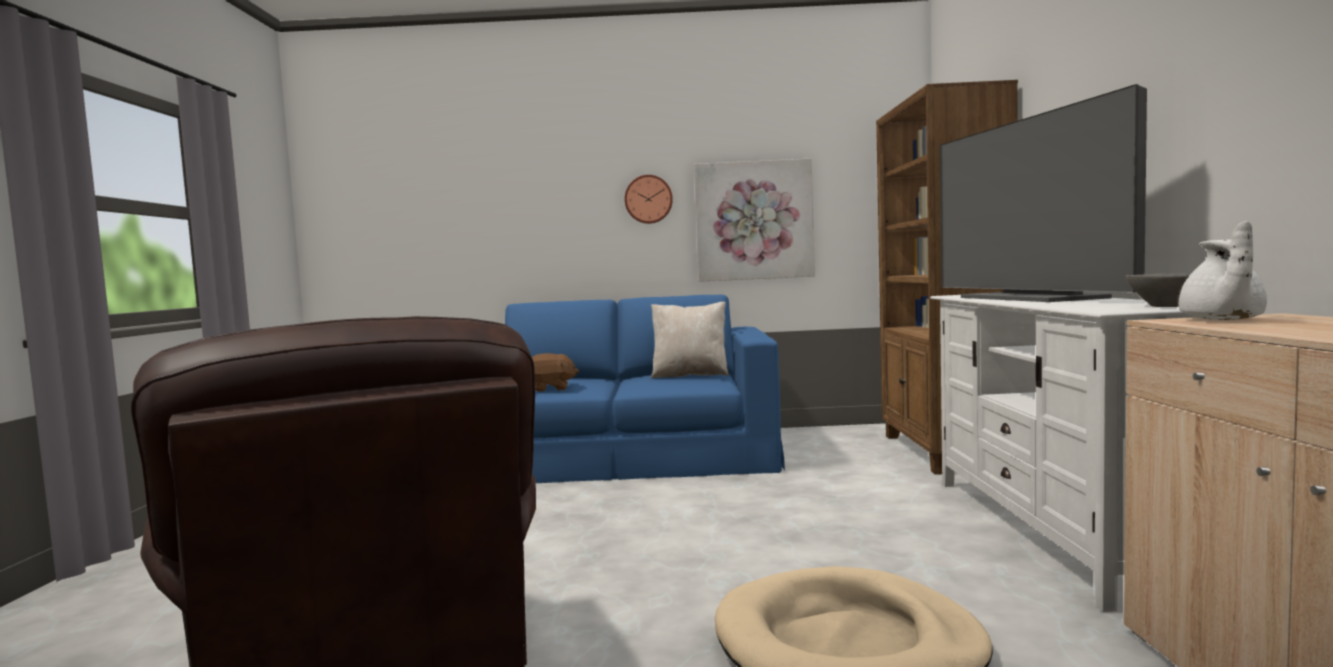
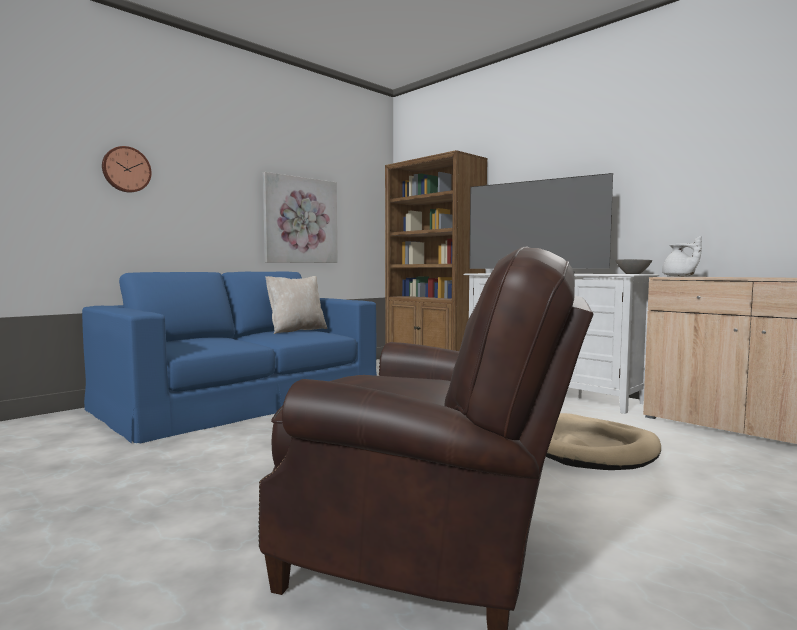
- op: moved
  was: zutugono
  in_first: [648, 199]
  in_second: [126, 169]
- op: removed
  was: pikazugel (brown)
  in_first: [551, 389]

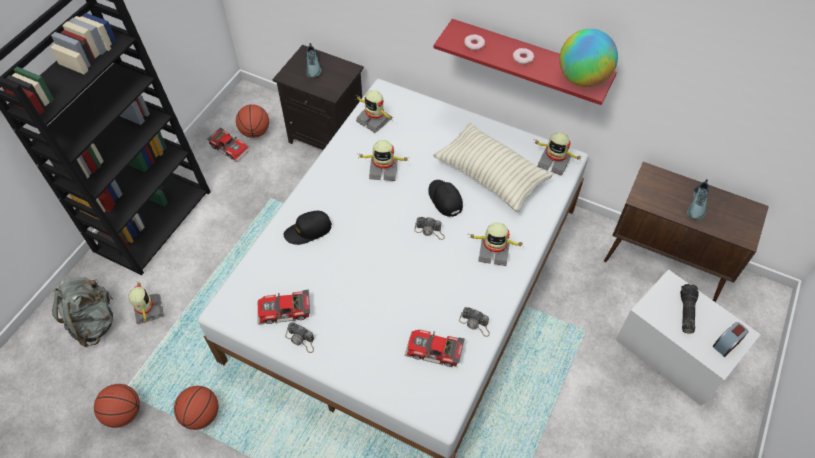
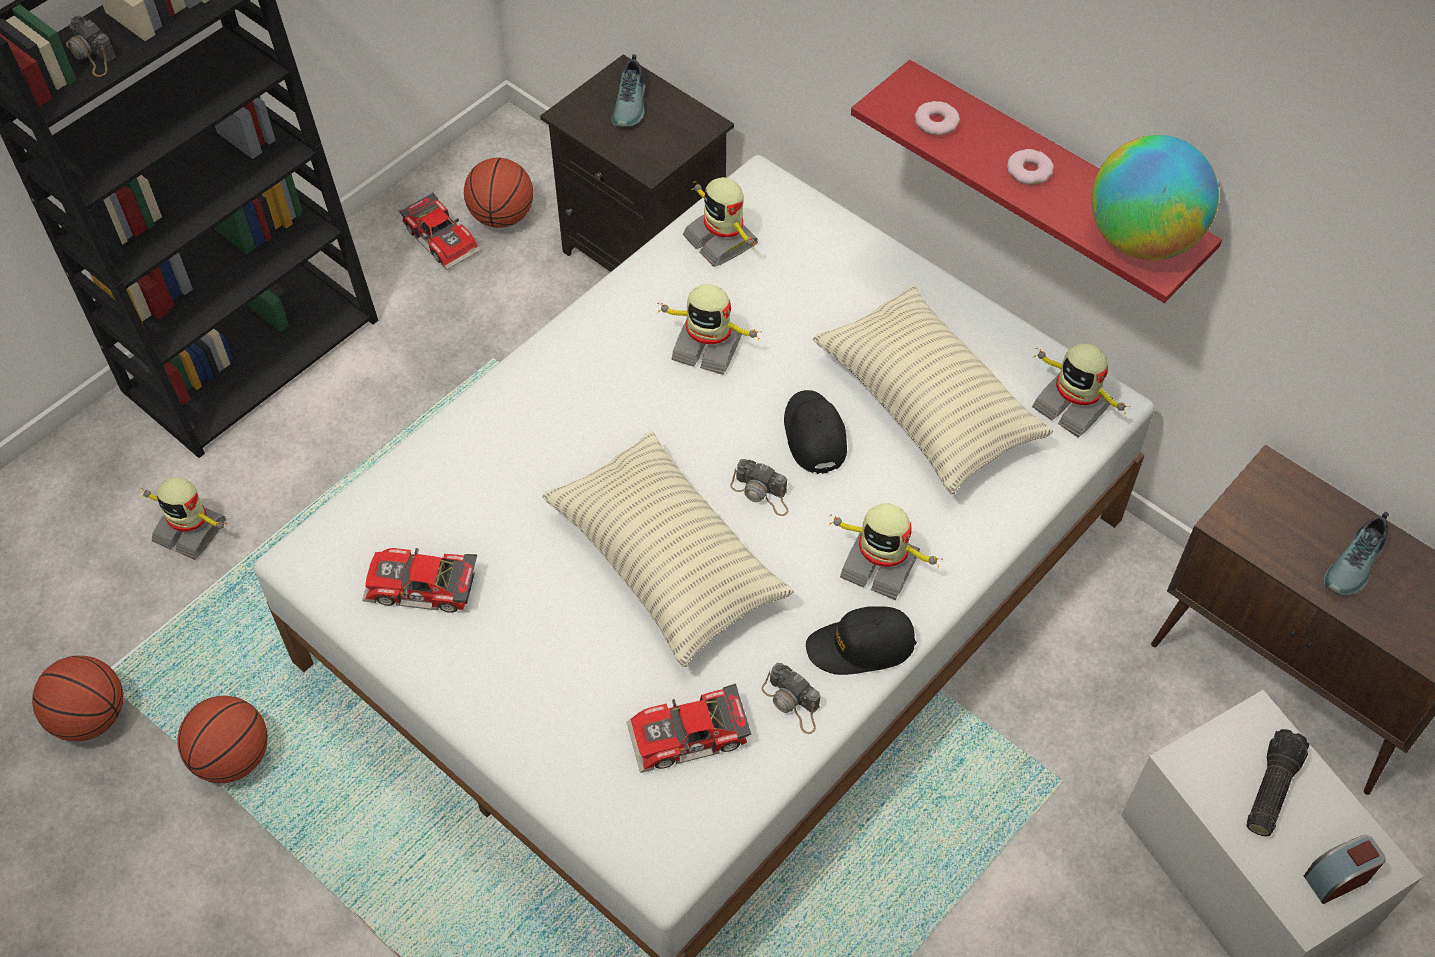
- op: moved
  was: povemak
  in_first: [301, 340]
  in_second: [91, 54]
- op: turned
  was: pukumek
  in_first: [147, 310]
  in_second: [191, 530]
  clockwise: 120
- op: added
  now: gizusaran
  in_second: [666, 563]
- op: turned
  was: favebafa
  in_first: [433, 352]
  in_second: [689, 738]
  clockwise: -45
- op: moved
  was: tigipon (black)
  in_first: [308, 230]
  in_second: [861, 646]
- op: removed
  was: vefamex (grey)
  in_first: [94, 322]

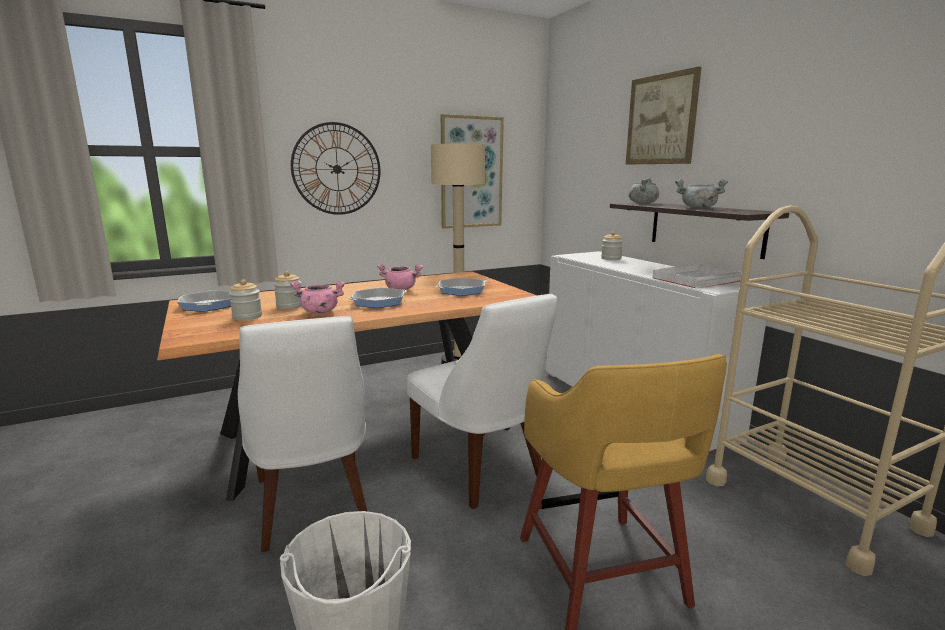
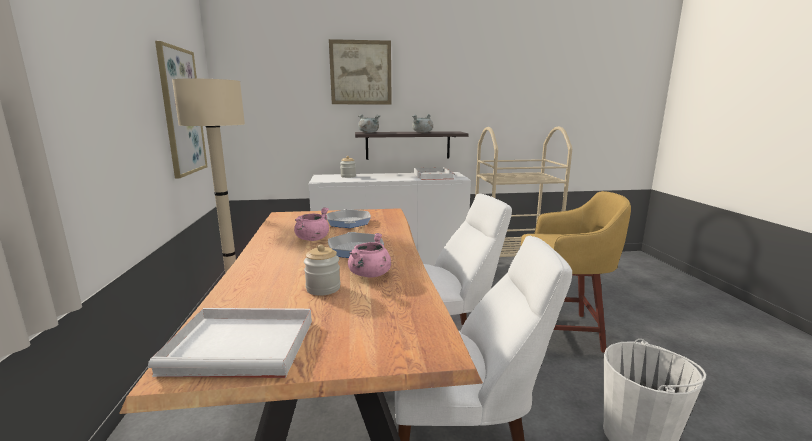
- op: replaced
  was: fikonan
  now: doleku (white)
  in_first: [209, 305]
  in_second: [244, 345]
- op: removed
  was: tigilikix
  in_first: [247, 317]
- op: removed
  was: zutugono
  in_first: [337, 169]

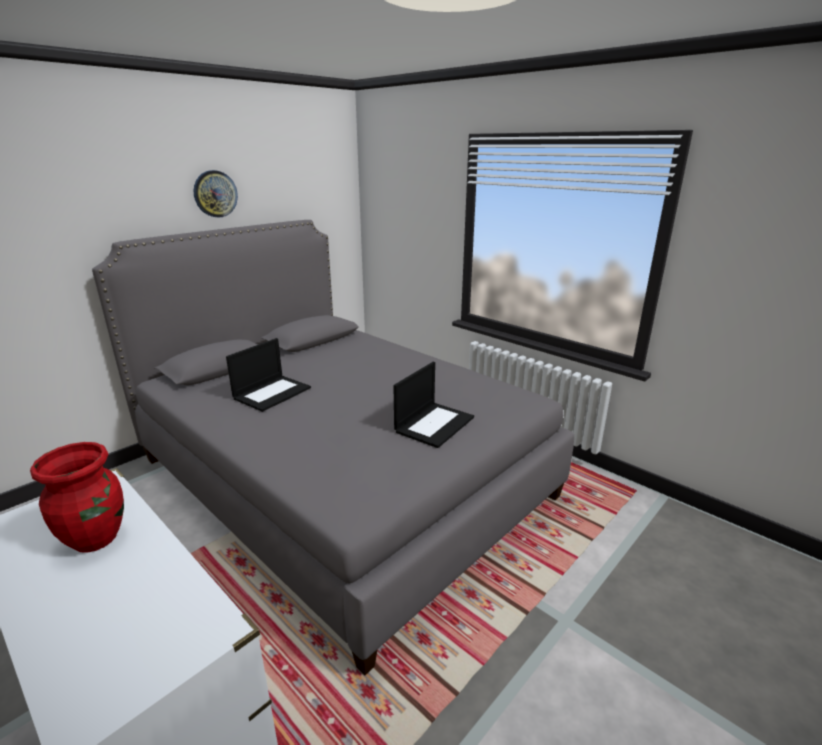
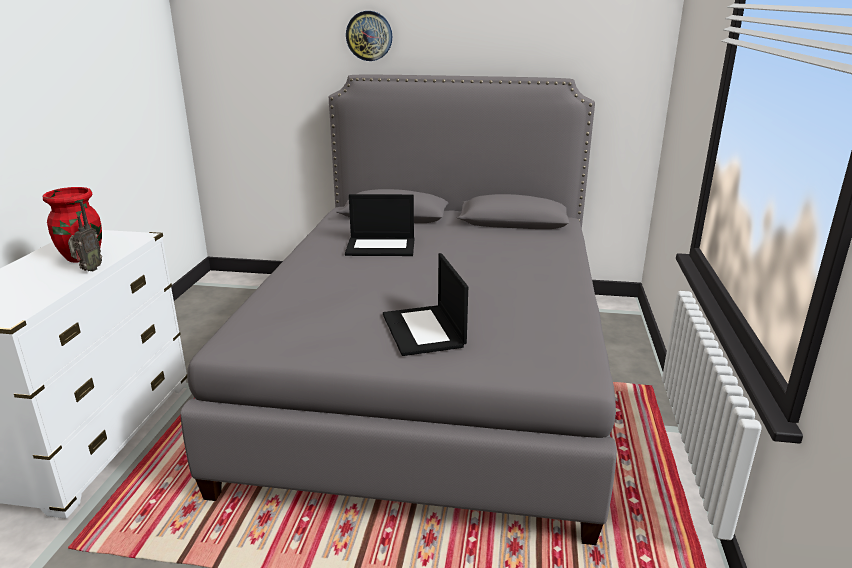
- op: added
  now: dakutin
  in_second: [89, 270]
- op: moved
  was: zutugono
  in_first: [215, 194]
  in_second: [369, 36]
- op: turned
  was: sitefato
  in_first: [434, 424]
  in_second: [424, 330]
  clockwise: 75

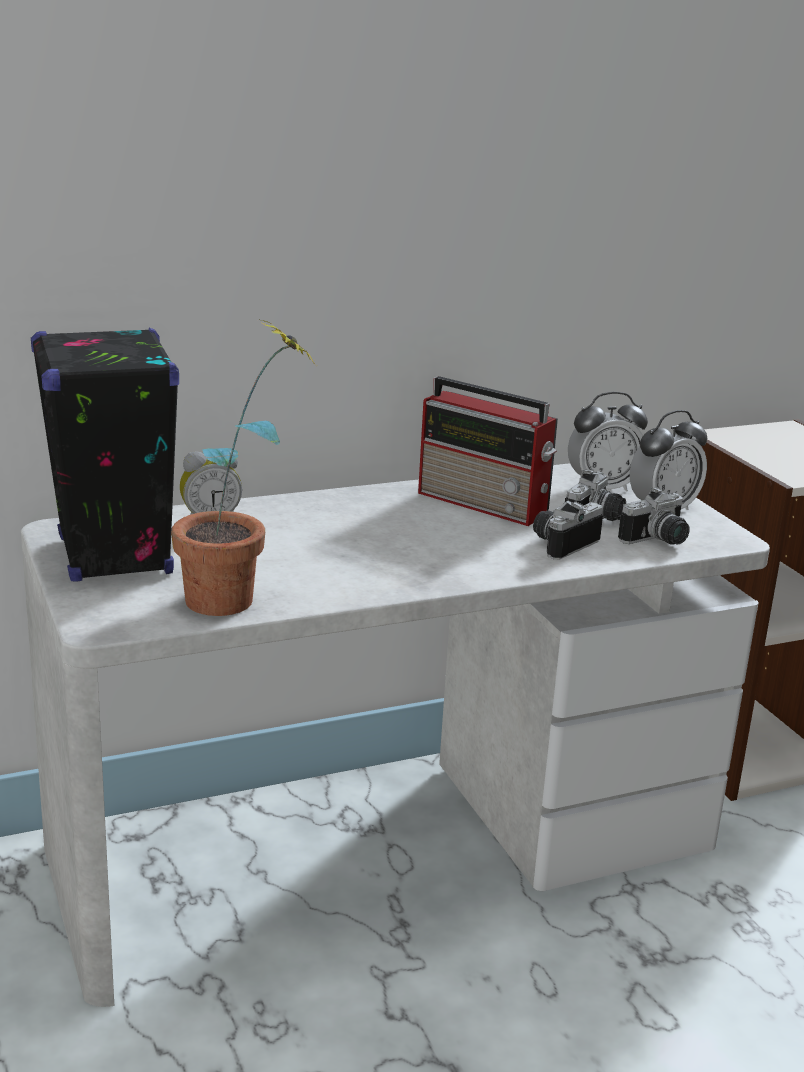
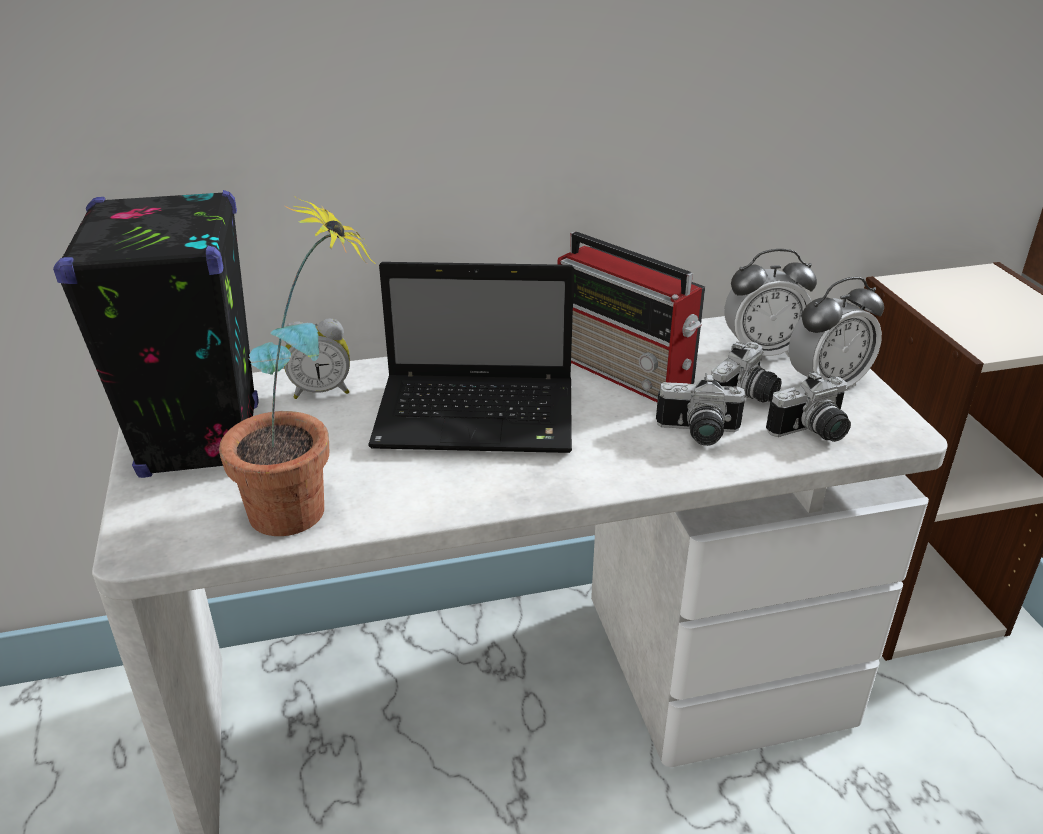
- op: added
  now: sitefato
  in_second: [480, 416]
- op: turned
  was: povemak
  in_first: [561, 543]
  in_second: [698, 434]
  clockwise: -135

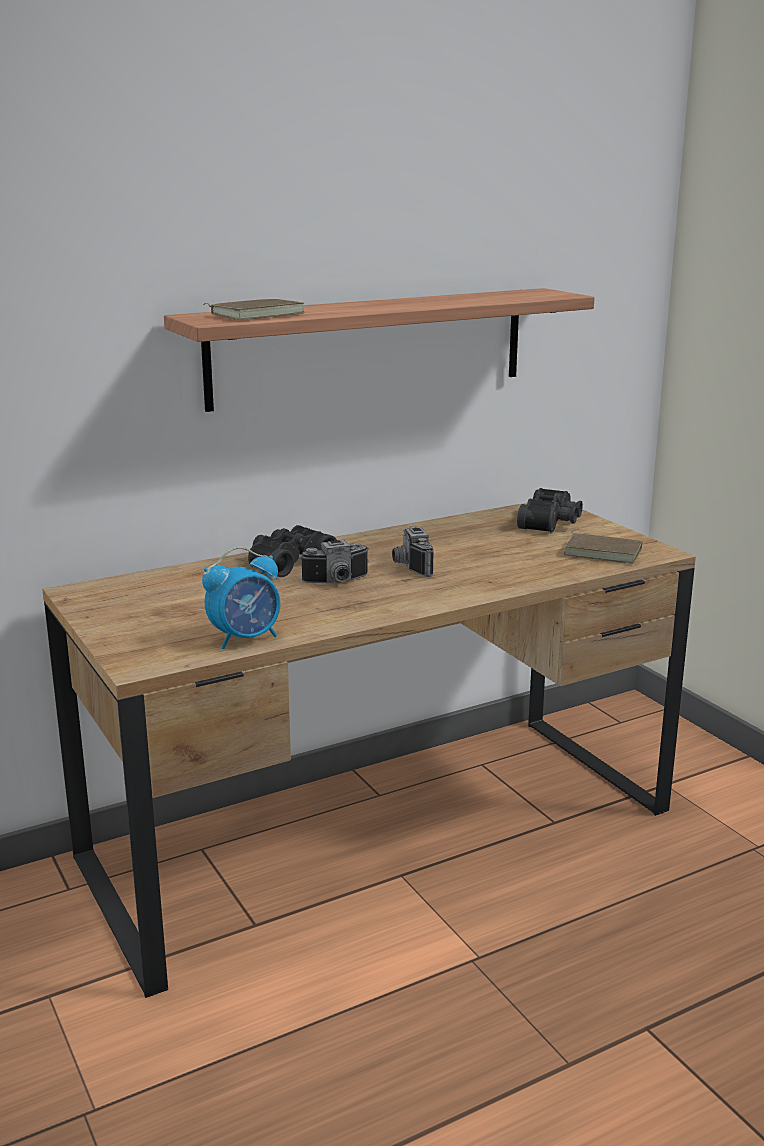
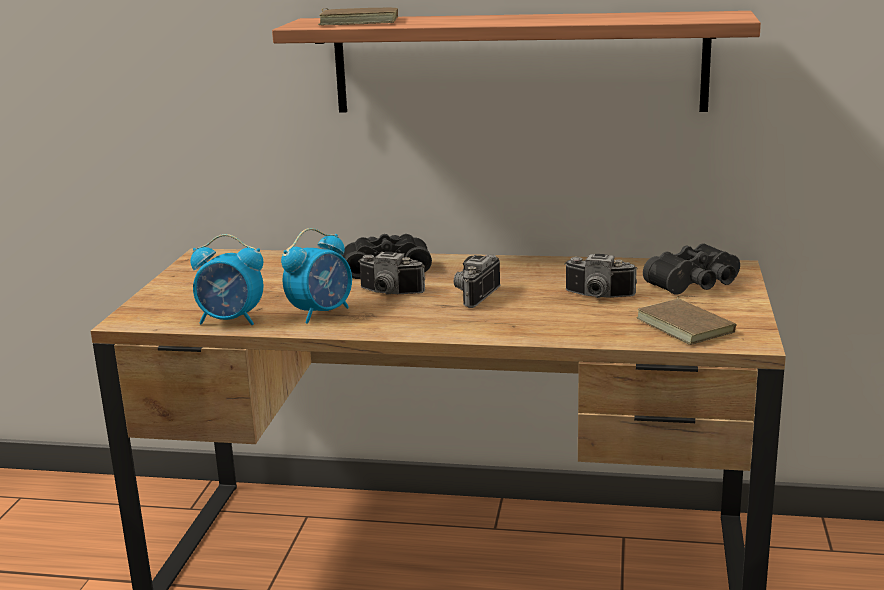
- op: added
  now: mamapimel
  in_second: [321, 313]
- op: added
  now: povemak
  in_second: [598, 296]

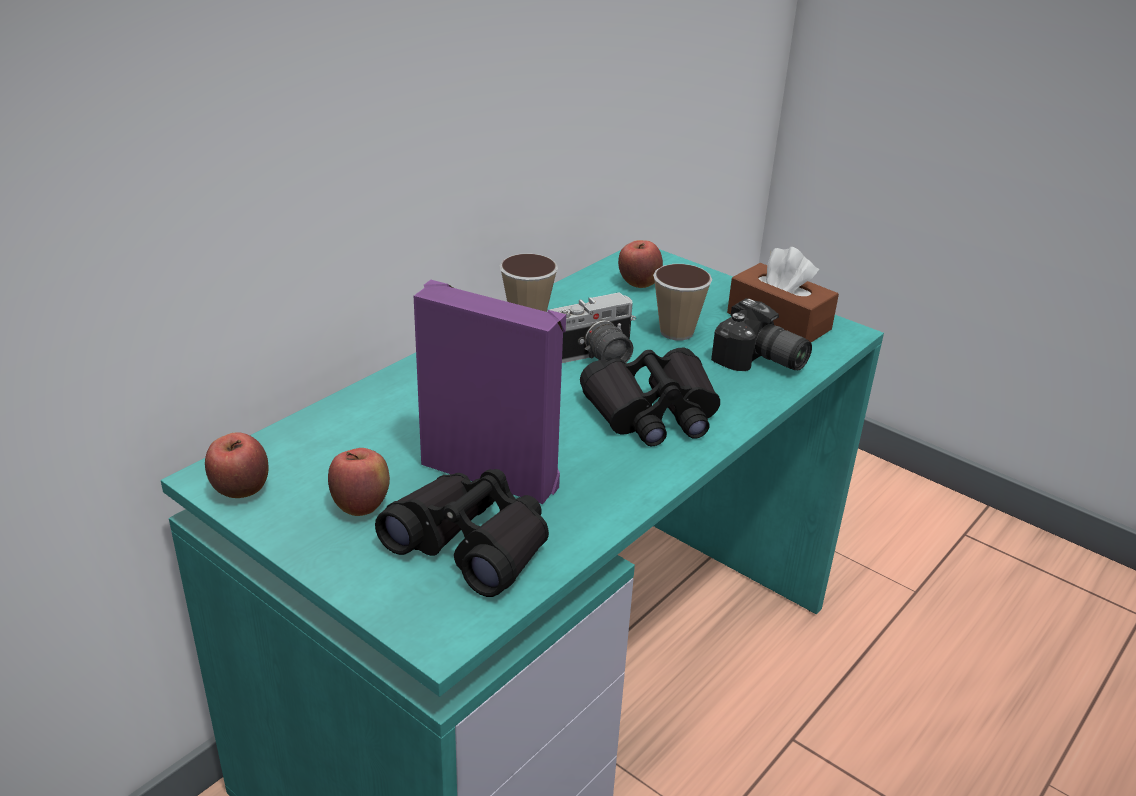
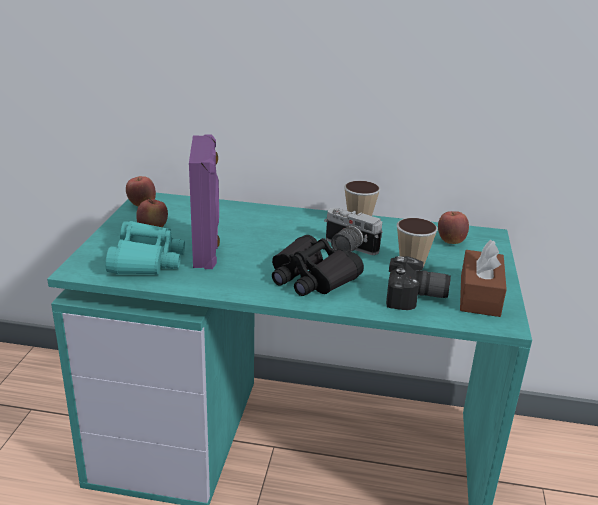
- op: recoloured
  was: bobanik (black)
  now: bobanik (turquoise)
  in_first: [471, 544]
  in_second: [146, 260]
- op: turned
  was: povemak
  in_first: [759, 362]
  in_second: [416, 299]
  clockwise: -90

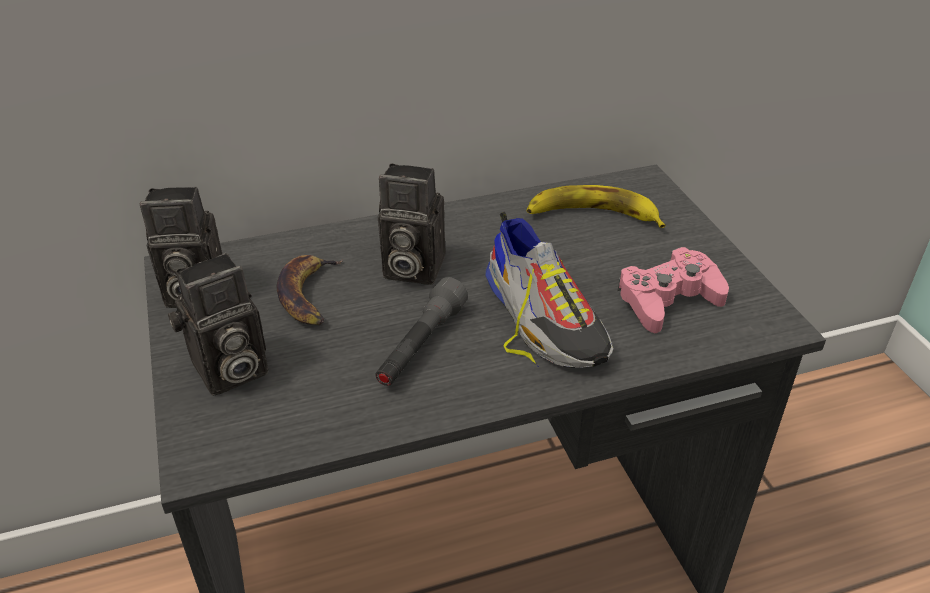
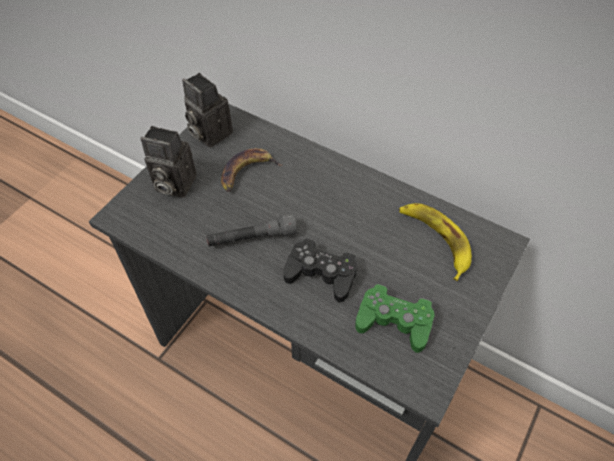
- op: replaced
  was: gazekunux
  now: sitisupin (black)
  in_first: [544, 318]
  in_second: [321, 274]
- op: recoloured
  was: sitisupin (pink)
  now: sitisupin (green)
  in_first: [668, 299]
  in_second: [394, 321]
- op: removed
  was: povemak
  in_first: [409, 269]

